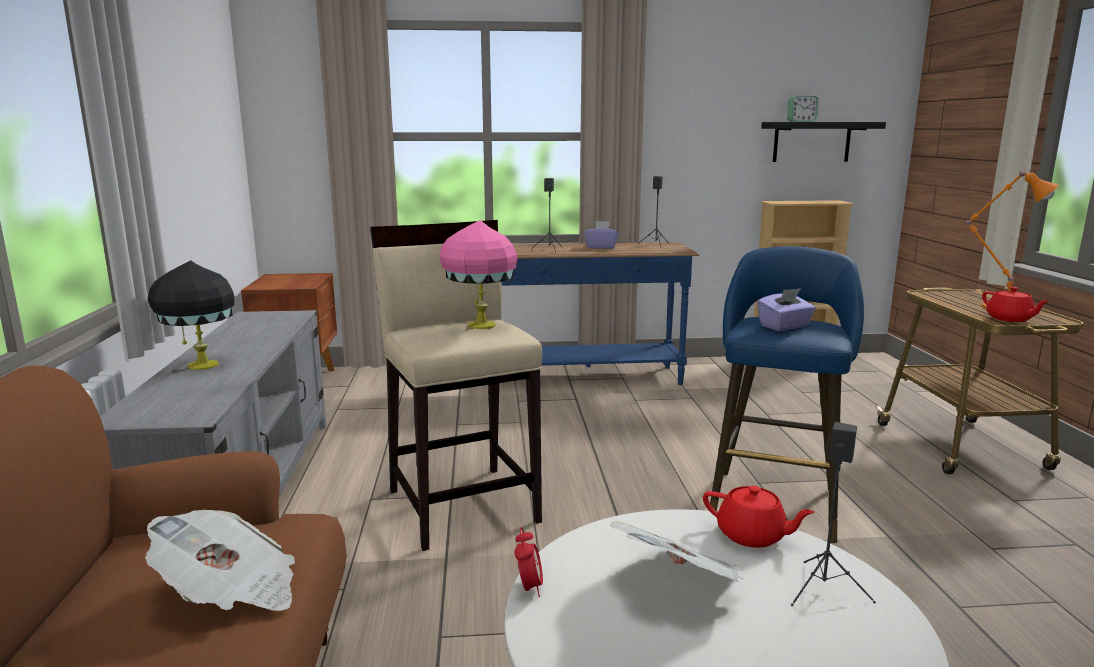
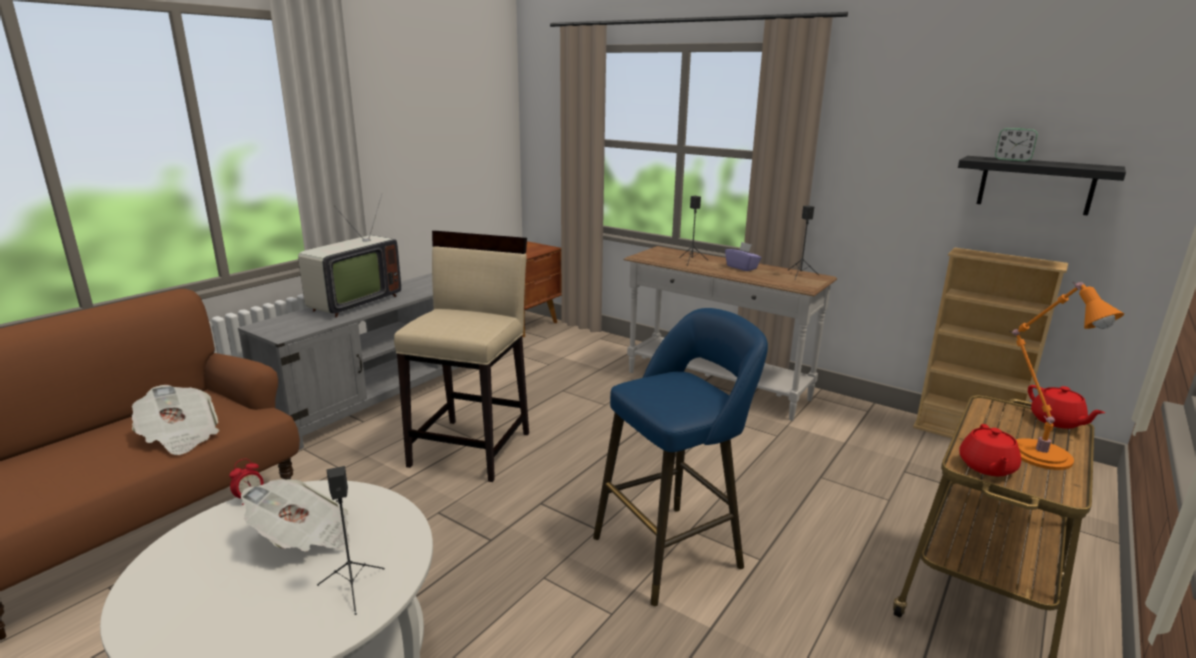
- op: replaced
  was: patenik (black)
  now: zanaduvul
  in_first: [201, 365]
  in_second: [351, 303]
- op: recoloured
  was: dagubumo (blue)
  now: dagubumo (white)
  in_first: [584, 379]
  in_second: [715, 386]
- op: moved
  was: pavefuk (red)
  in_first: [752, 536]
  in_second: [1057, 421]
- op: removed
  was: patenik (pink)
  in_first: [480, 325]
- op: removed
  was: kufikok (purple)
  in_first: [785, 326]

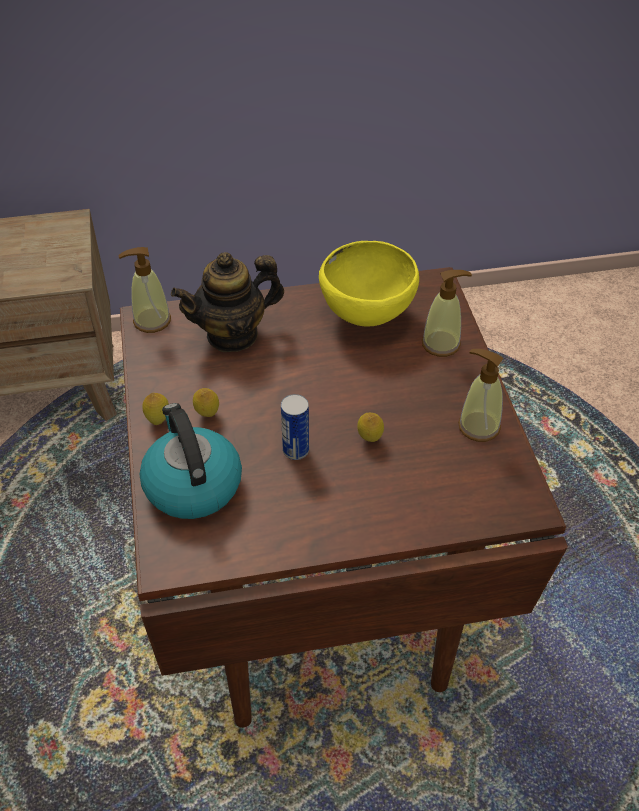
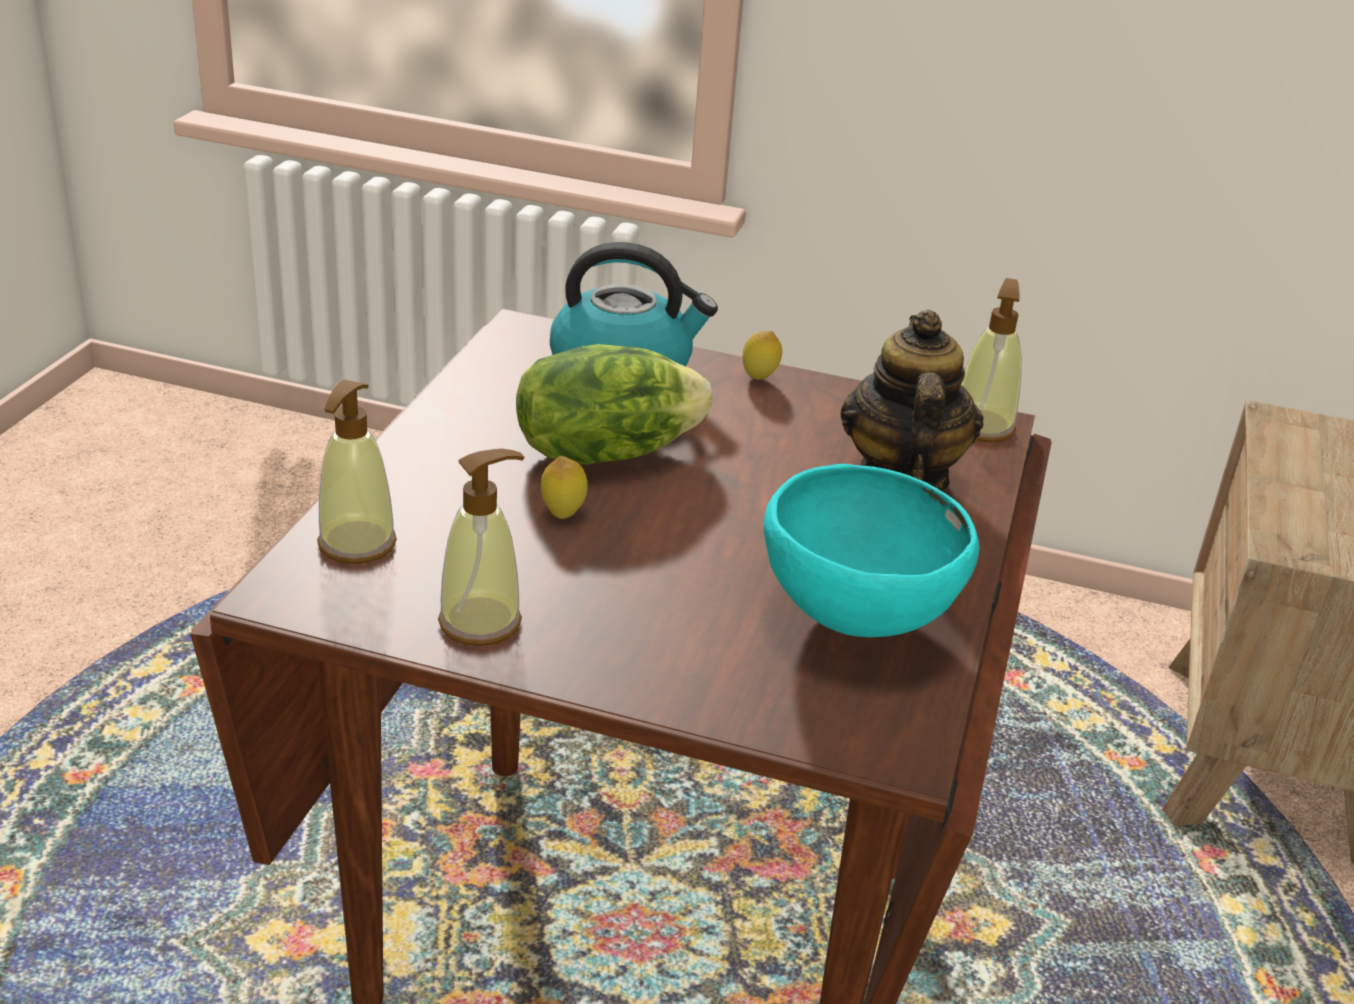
- op: moved
  was: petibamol
  in_first: [441, 344]
  in_second: [356, 544]
- op: replaced
  was: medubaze
  now: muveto
  in_first: [296, 450]
  in_second: [605, 451]
- op: recoloured
  was: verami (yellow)
  now: verami (turquoise)
  in_first: [367, 315]
  in_second: [855, 622]
- op: removed
  was: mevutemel
  in_first: [207, 415]

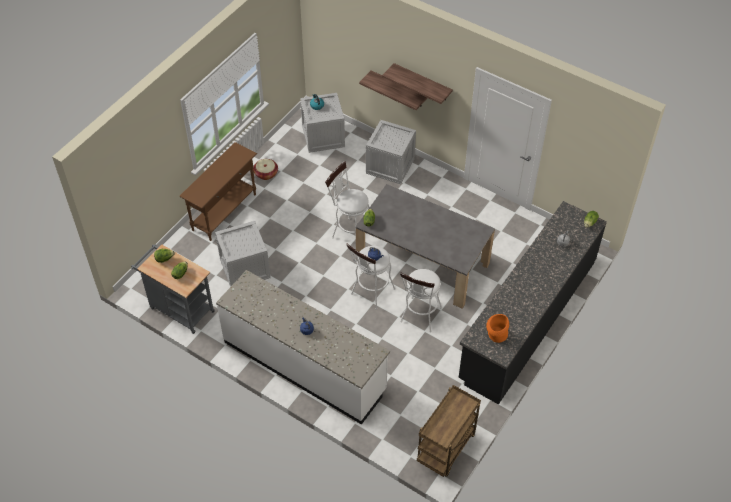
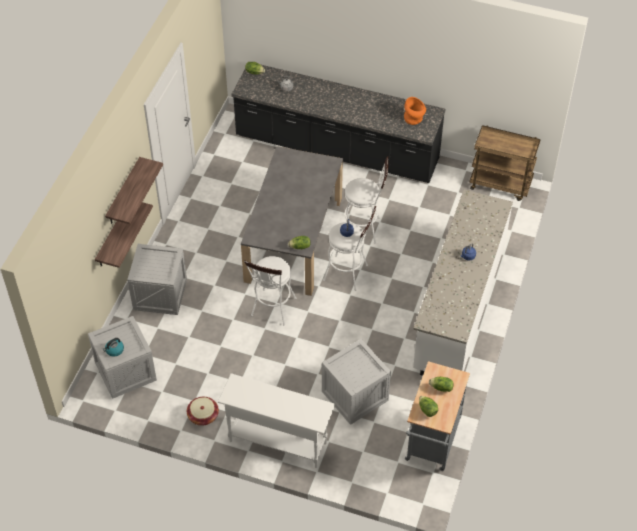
- op: recoloured
  was: dagubumo (brown)
  now: dagubumo (white)
  in_first: [224, 212]
  in_second: [277, 441]

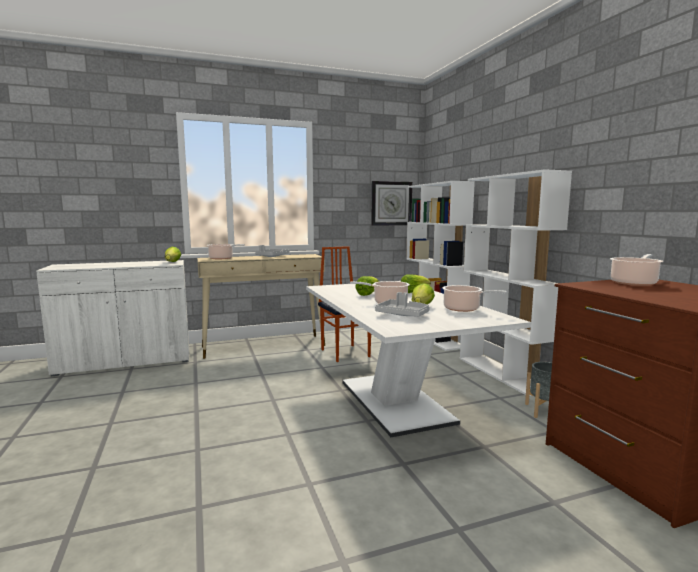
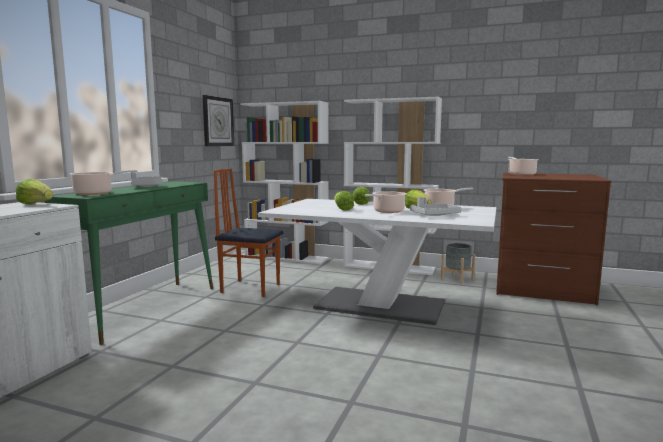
- op: recoloured
  was: dagubumo (beige)
  now: dagubumo (green)
  in_first: [264, 346]
  in_second: [146, 308]

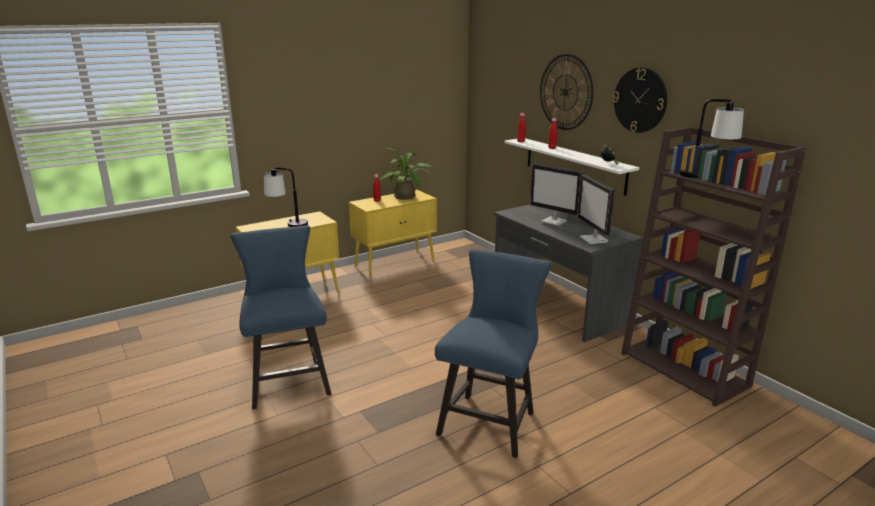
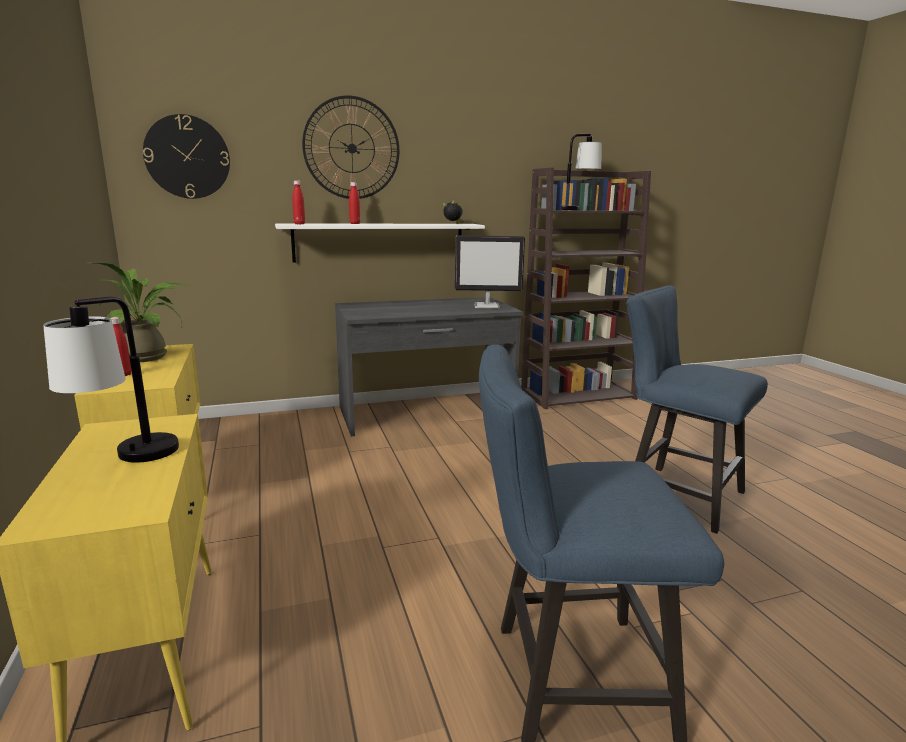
- op: moved
  was: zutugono
  in_first: [640, 100]
  in_second: [187, 157]
- op: removed
  was: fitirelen
  in_first: [554, 221]

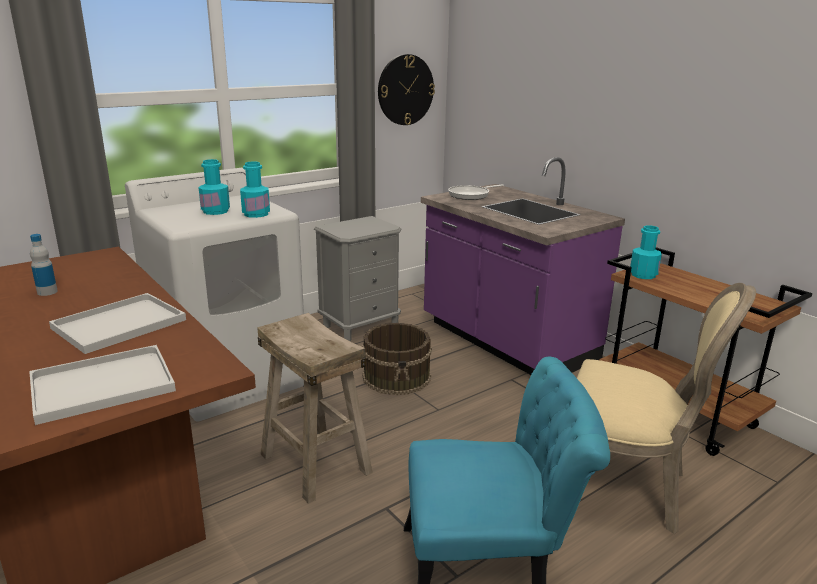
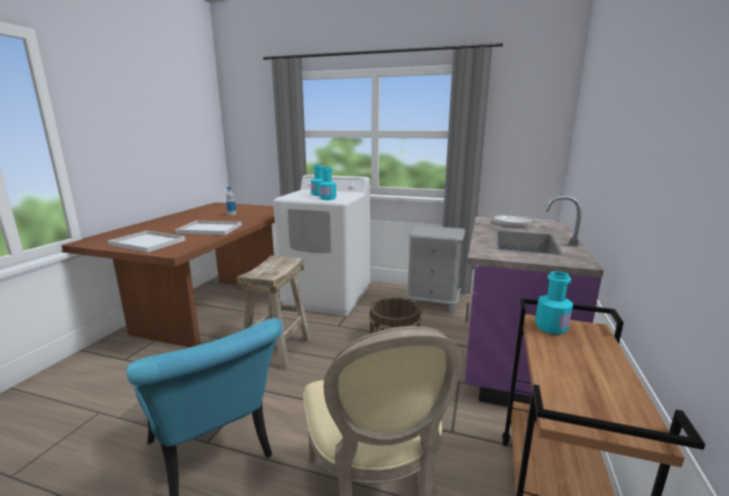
- op: removed
  was: zutugono
  in_first: [405, 90]

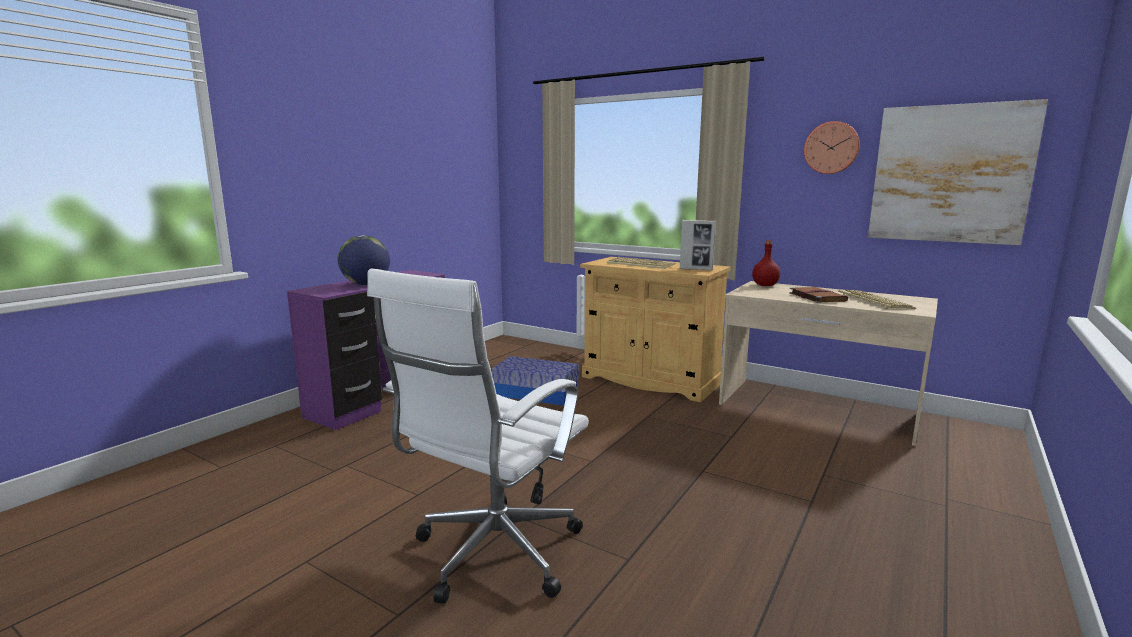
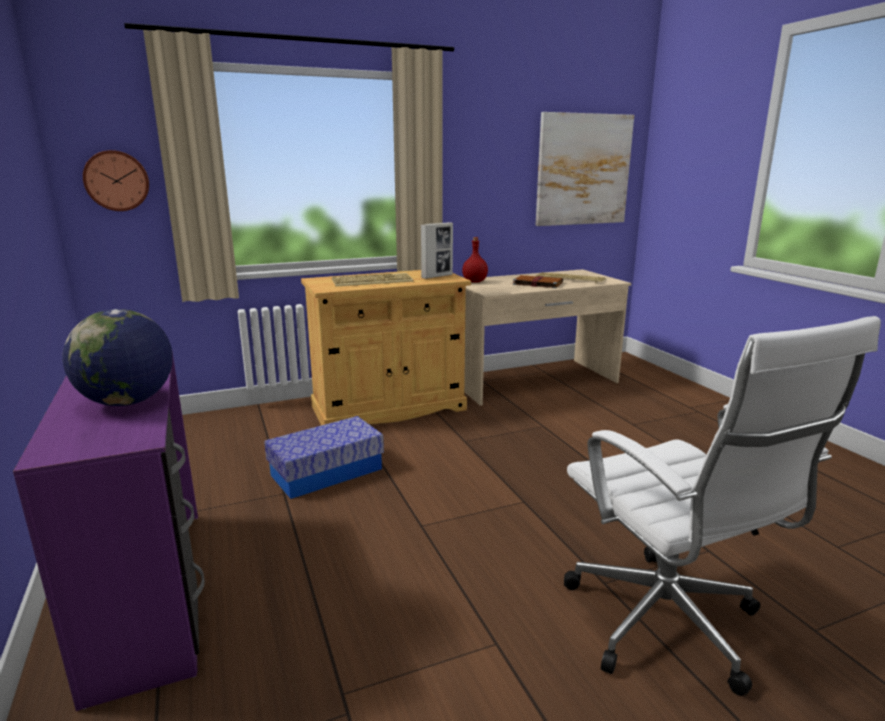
- op: moved
  was: zutugono
  in_first: [831, 148]
  in_second: [117, 181]

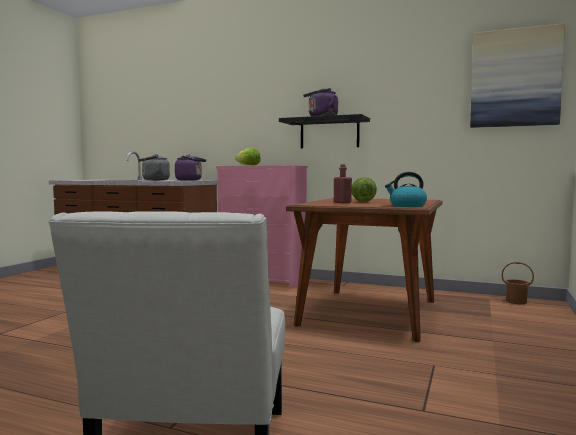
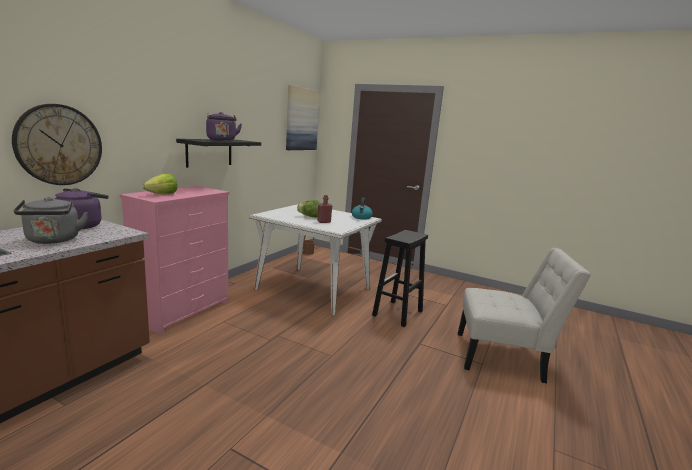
- op: added
  now: zutugono
  in_second: [59, 145]
- op: recoloured
  was: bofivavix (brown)
  now: bofivavix (white)
  in_first: [369, 312]
  in_second: [313, 289]
- op: added
  now: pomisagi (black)
  in_second: [397, 313]

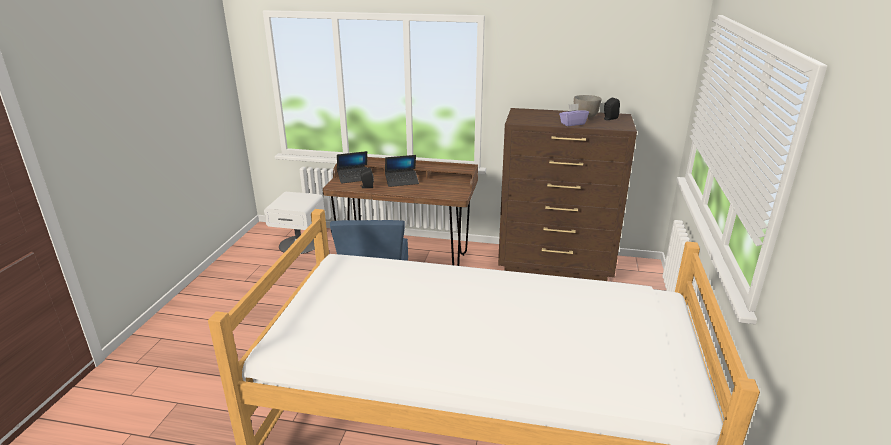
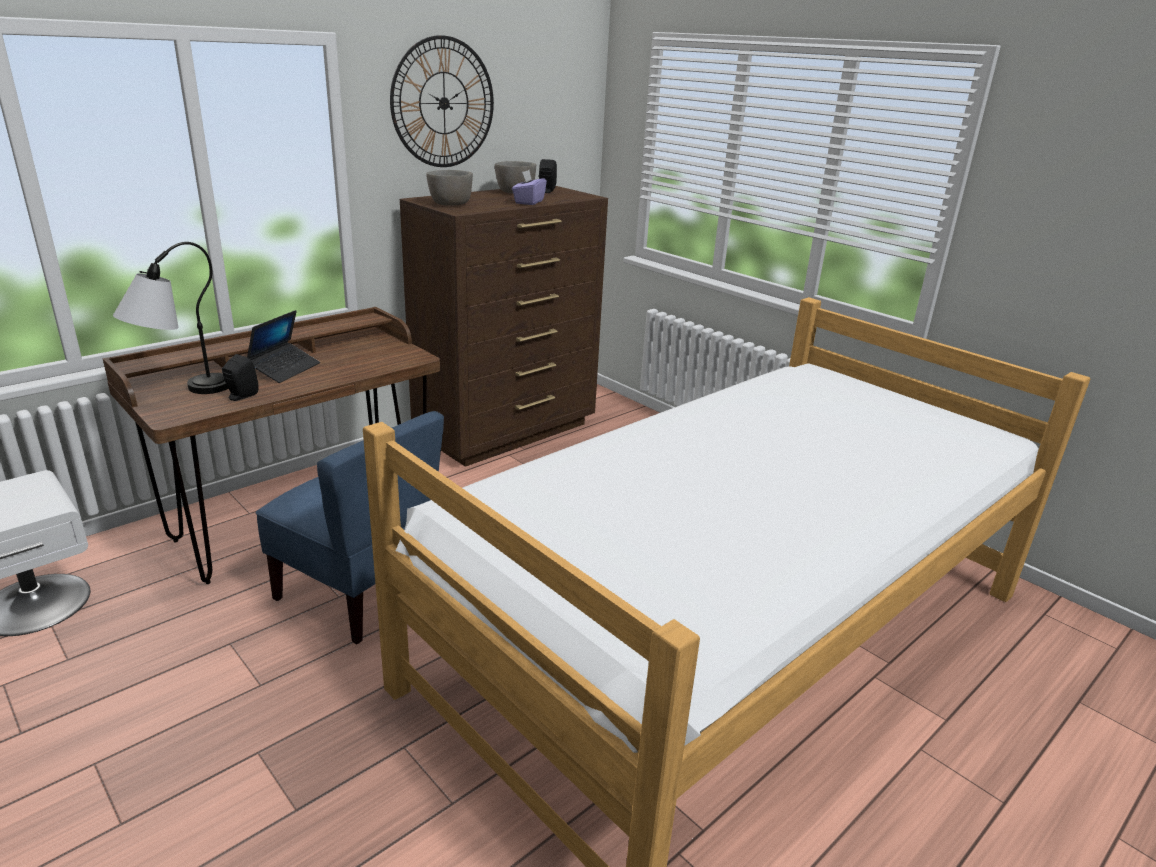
- op: replaced
  was: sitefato
  now: patenik
  in_first: [354, 178]
  in_second: [181, 393]
- op: added
  now: zutugono
  in_second: [443, 103]
- op: added
  now: verami (grey)
  in_second: [449, 204]

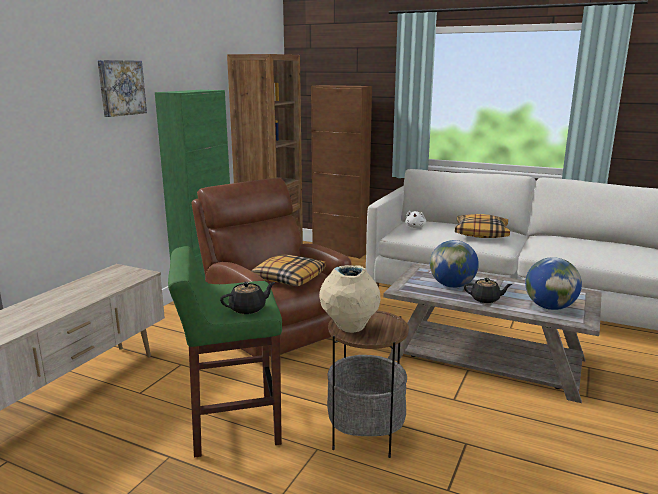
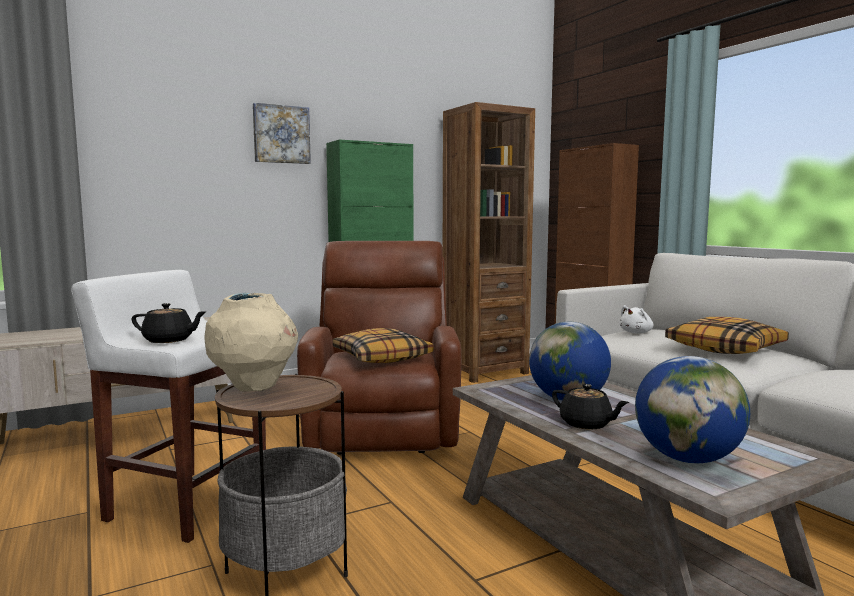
- op: recoloured
  was: pomisagi (green)
  now: pomisagi (white)
  in_first: [232, 424]
  in_second: [186, 504]

